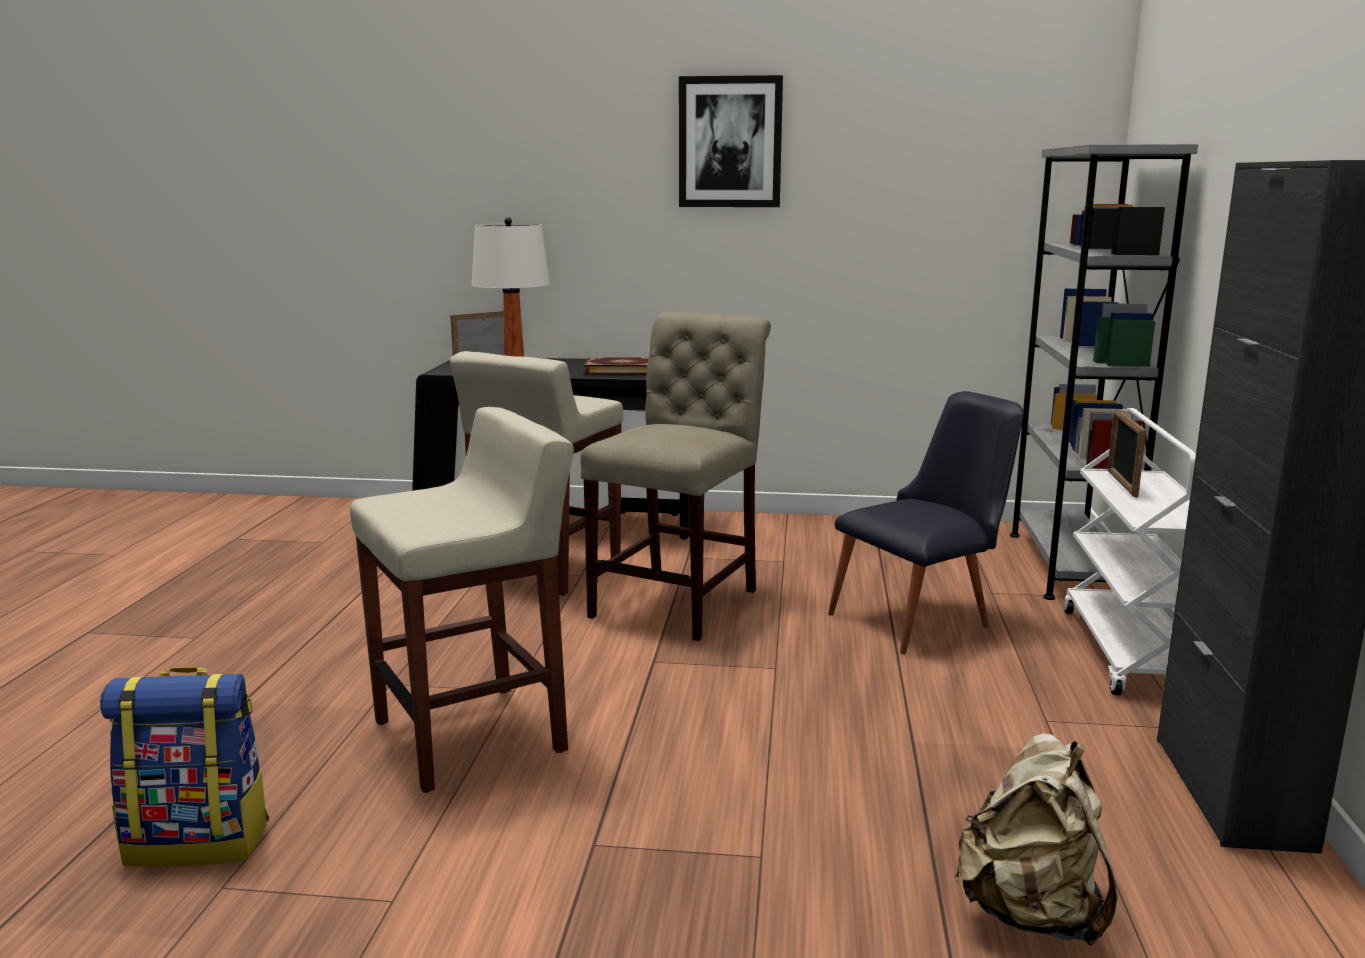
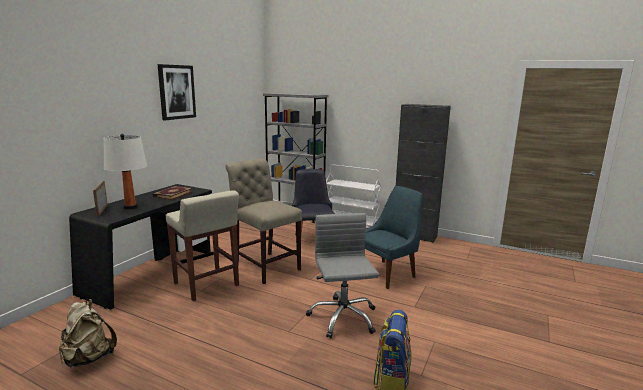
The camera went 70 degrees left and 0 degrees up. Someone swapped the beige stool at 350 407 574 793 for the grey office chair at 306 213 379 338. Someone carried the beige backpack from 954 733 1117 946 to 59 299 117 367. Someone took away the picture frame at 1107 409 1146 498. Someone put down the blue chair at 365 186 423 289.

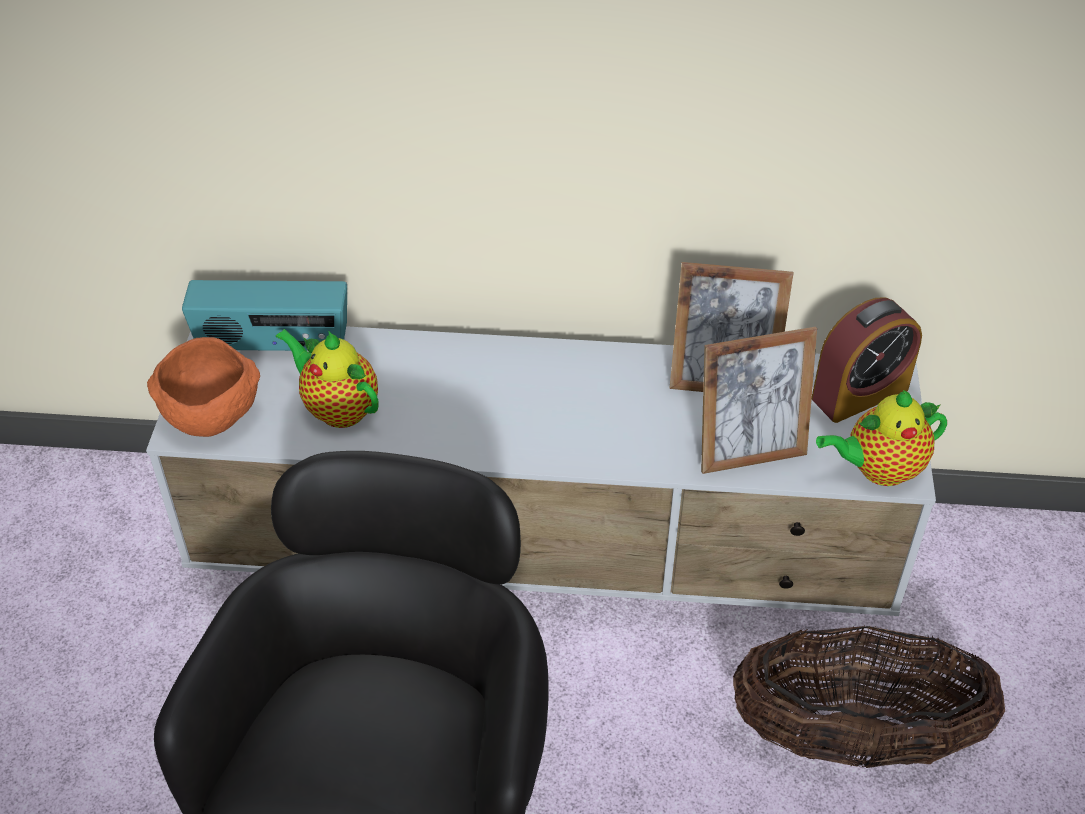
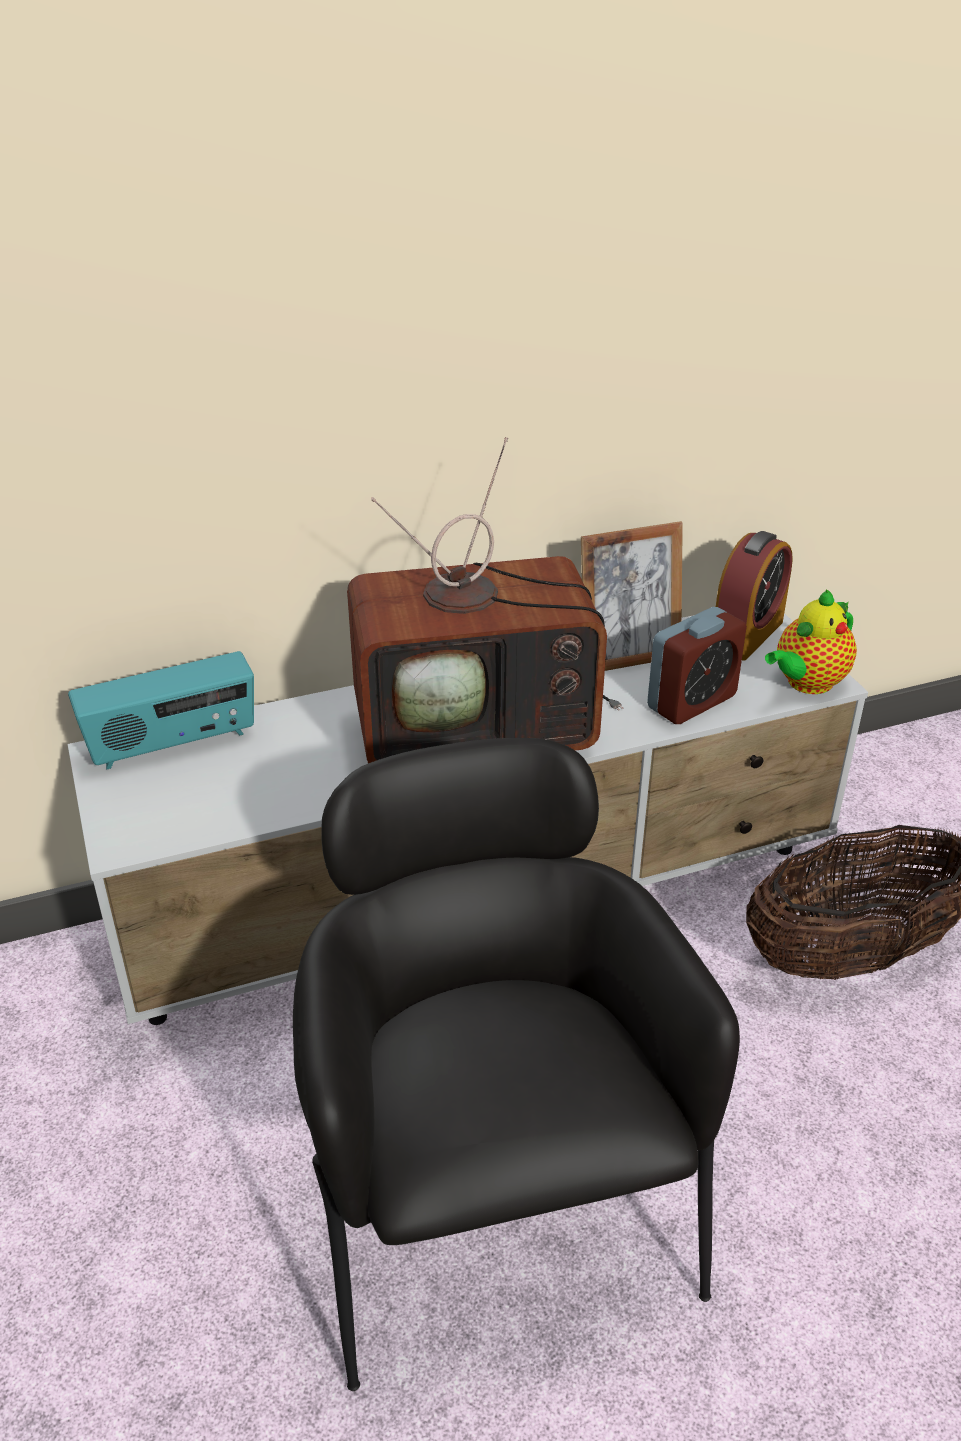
The camera went 25 degrees left and 10 degrees down. Someone took away the orange bowl at 147 337 260 437. Someone took away the teapot at 276 329 378 428. Someone swapped the picture frame at 701 326 817 474 for the alarm clock at 647 607 747 724. Someone put down the television at 347 437 623 763.

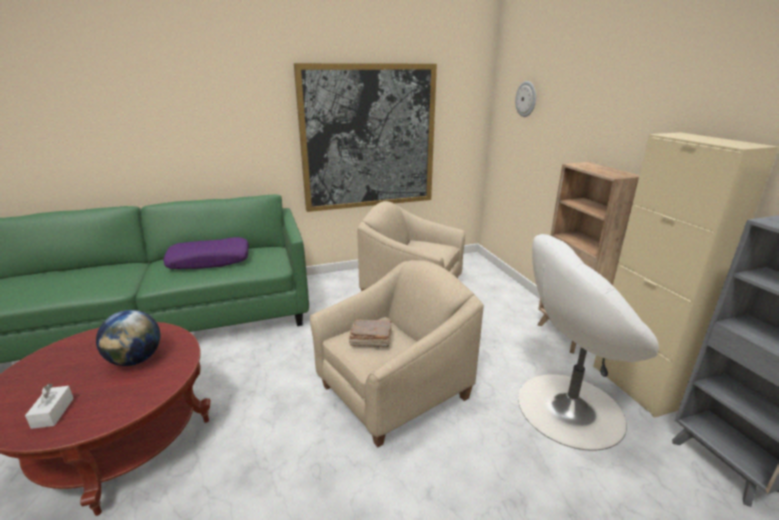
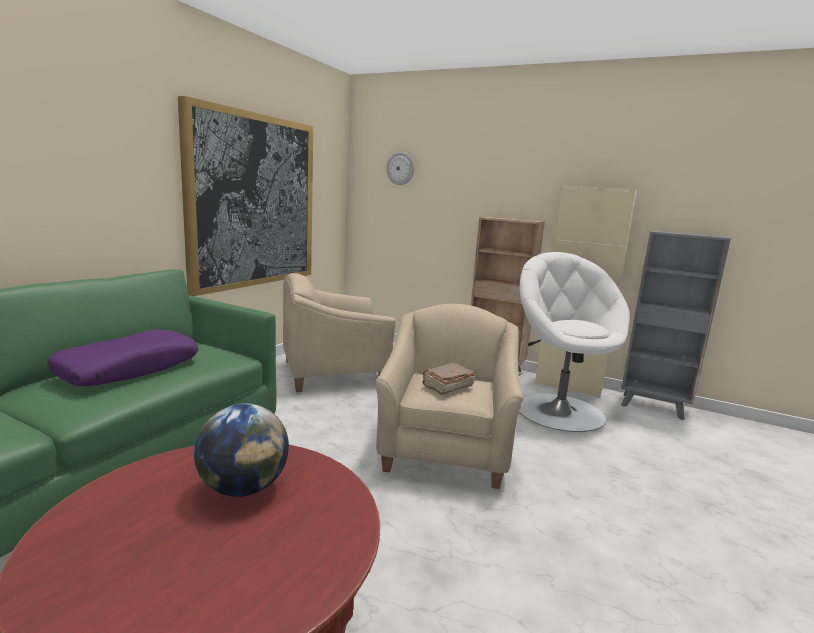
The camera went 45 degrees left and 10 degrees down. Someone took away the white tissue box at 25 384 74 429. Someone rotated the white armchair at 518 234 659 451 by 120 degrees clockwise.

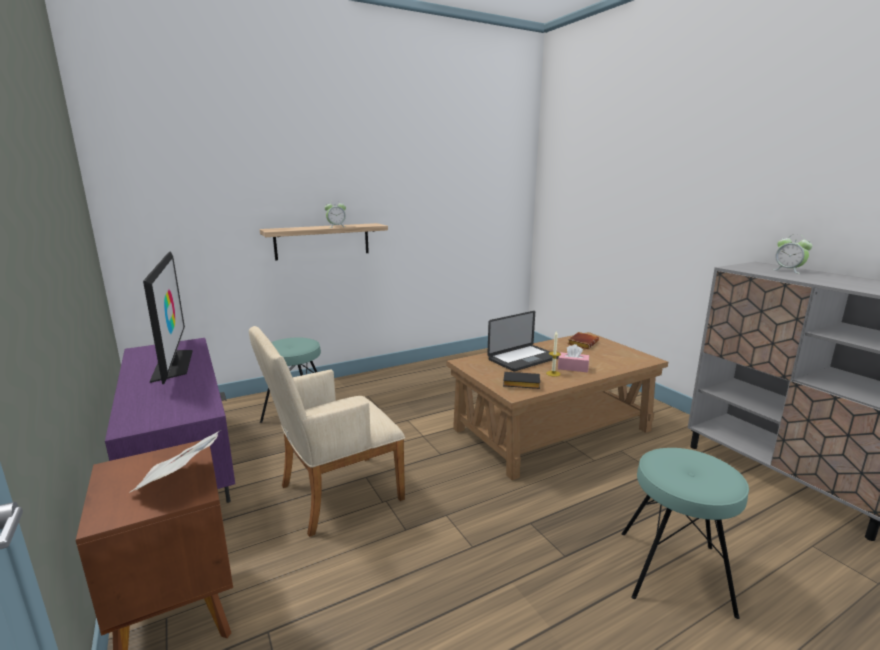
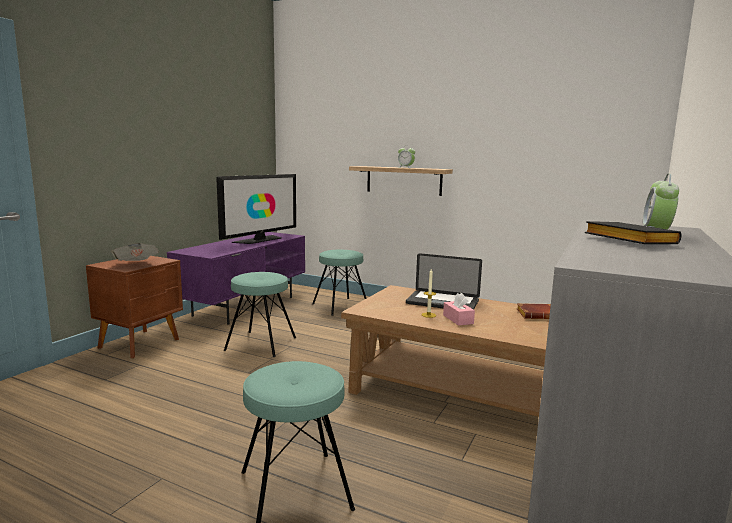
The camera went 55 degrees right and 5 degrees down. Someone swapped the beige armchair at 249 326 405 537 for the turquoise stool at 223 272 296 357. Someone carried the black book from 503 372 540 389 to 585 221 682 244.

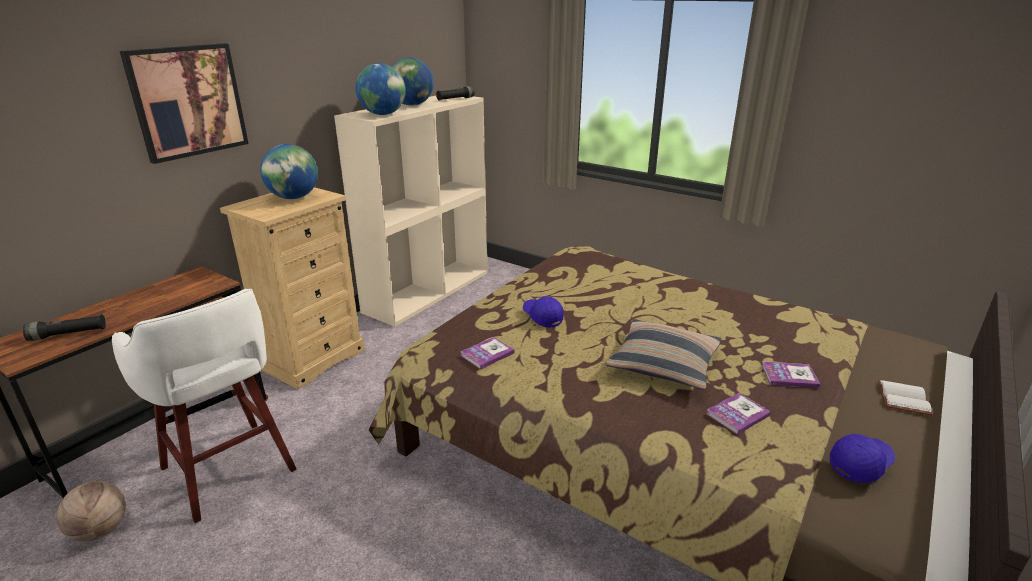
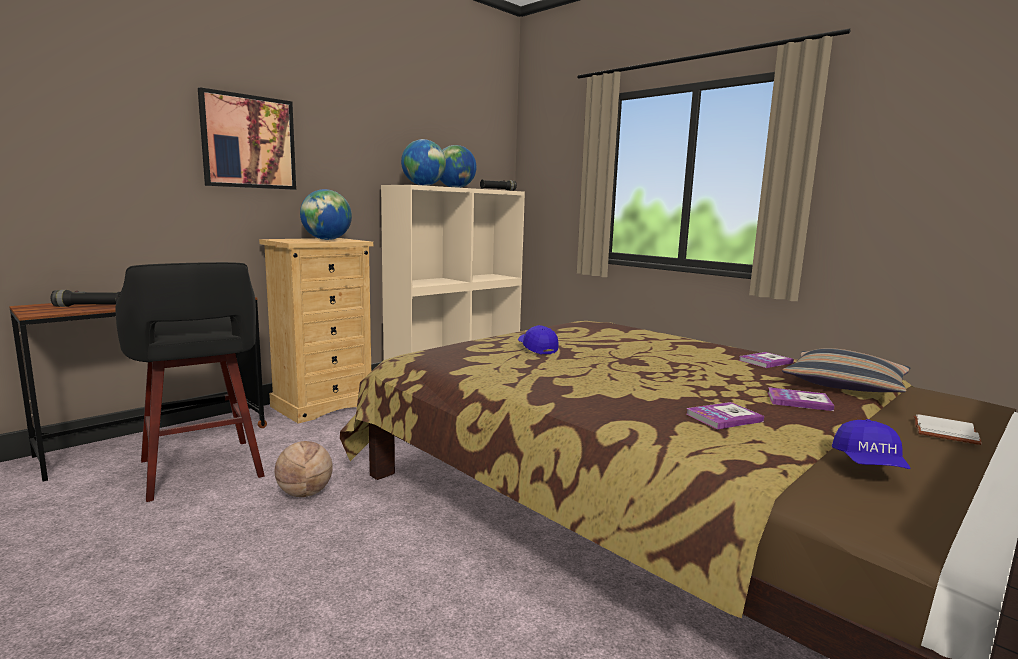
The camera went 10 degrees right and 15 degrees down. Someone carried the basketball from 56 481 126 542 to 275 441 333 497. Someone repainted the white stool at 112 289 297 523, which became the black stool at 115 262 265 502. Someone carried the book from 461 337 514 370 to 739 352 794 368. Someone carried the pillow from 606 319 722 389 to 782 348 910 392. Someone rotated the blue cap at 830 434 895 483 by 120 degrees clockwise.

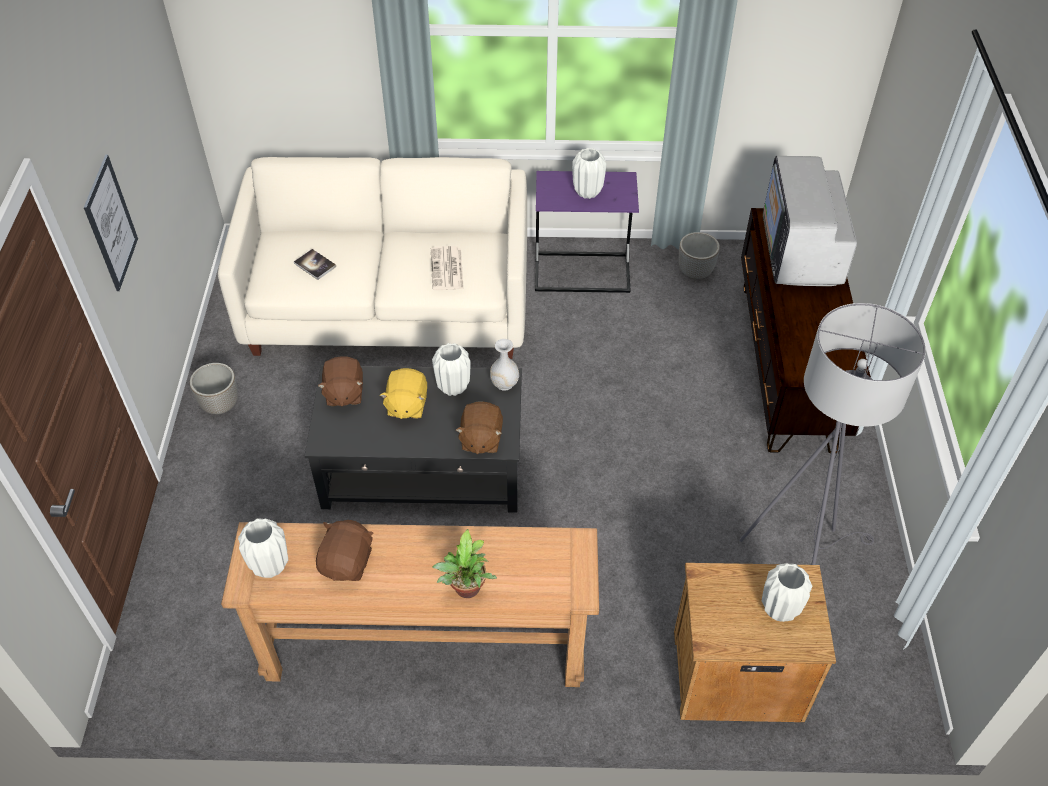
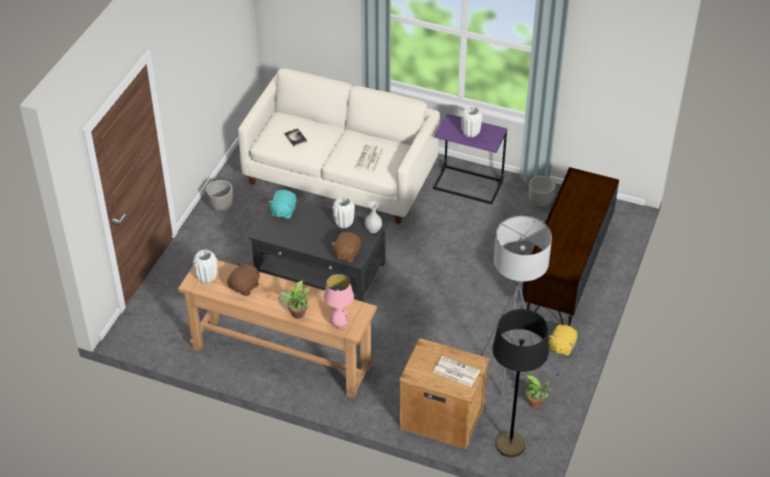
The camera went 20 degrees right and 5 degrees down. Someone took away the picture at 84 155 138 291. Someone repainted the brown plush toy at 318 356 363 406, which became the turquoise plush toy at 268 190 296 219. Someone carried the yellow plush toy from 380 368 427 419 to 548 325 577 356. Someone swapped the white vase at 762 563 812 622 for the newspaper at 433 356 480 387. Someone took away the television at 763 156 857 286. Someone put down the pink table lamp at 324 274 354 328. Someone put down the black floor lamp at 493 309 549 457. Someone put down the potted plant at 525 375 552 408.

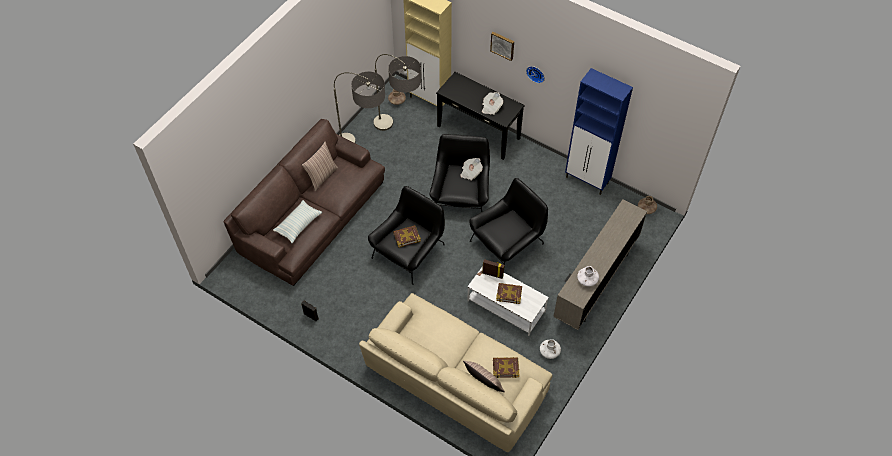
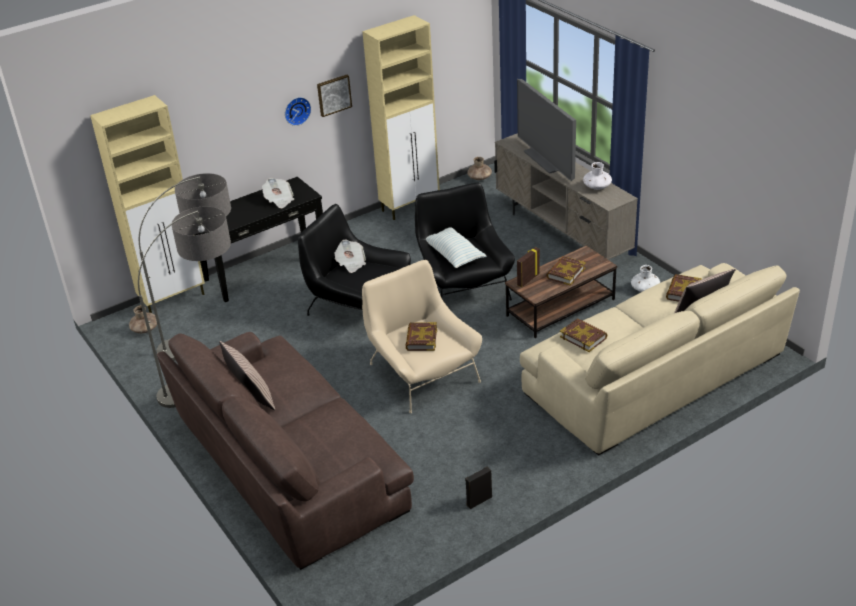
The camera went 65 degrees left and 20 degrees down. Someone carried the pillow from 273 200 322 243 to 426 227 486 268. Someone repainted the black armchair at 368 186 445 285, which became the beige armchair at 362 260 482 413. Someone repainted the white coffee table at 467 266 549 336, which became the brown coffee table at 505 246 617 338. Someone carried the picture from 490 32 514 61 to 317 75 352 117. Someone repainted the blue cabinet at 565 68 633 195, which became the beige cabinet at 362 15 440 220. Someone put down the television at 517 79 576 181. Someone put down the book at 560 318 607 352.

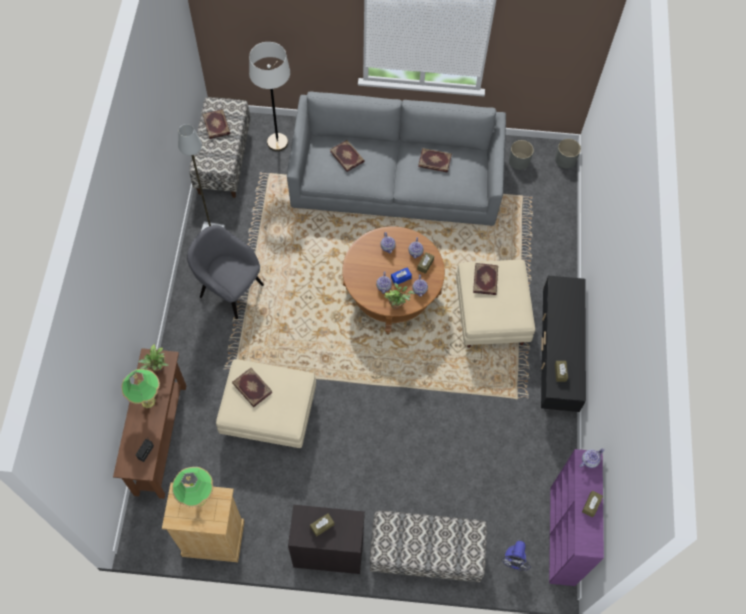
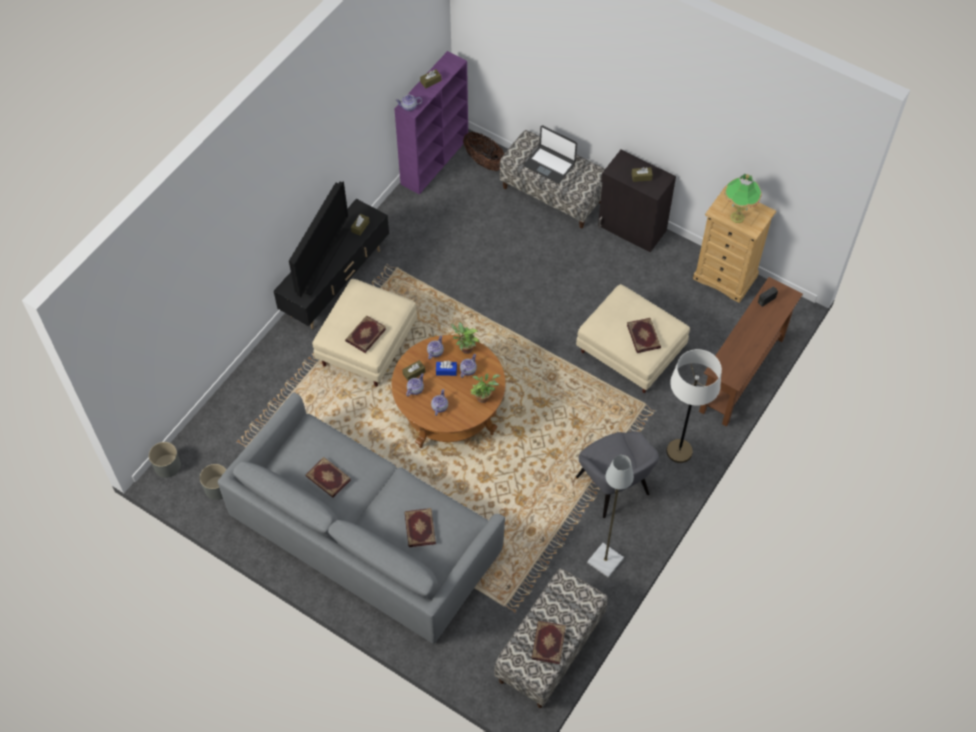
The camera went 150 degrees left and 5 degrees down. Someone took away the table lamp at 121 369 160 408. Someone carried the potted plant from 138 343 169 373 to 471 373 500 403. Someone carried the white floor lamp from 249 42 290 151 to 666 349 722 463. Someone swapped the fan at 502 541 531 571 for the basket at 463 132 504 171. Someone put down the television at 289 181 349 298. Someone put down the laptop at 524 125 577 184.

